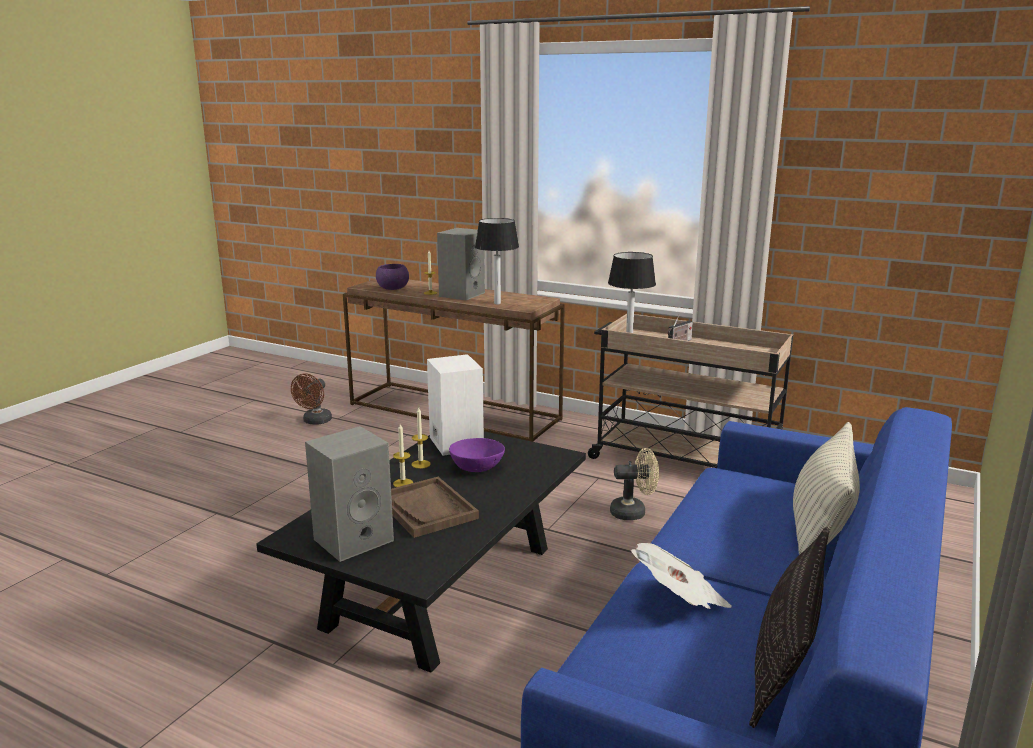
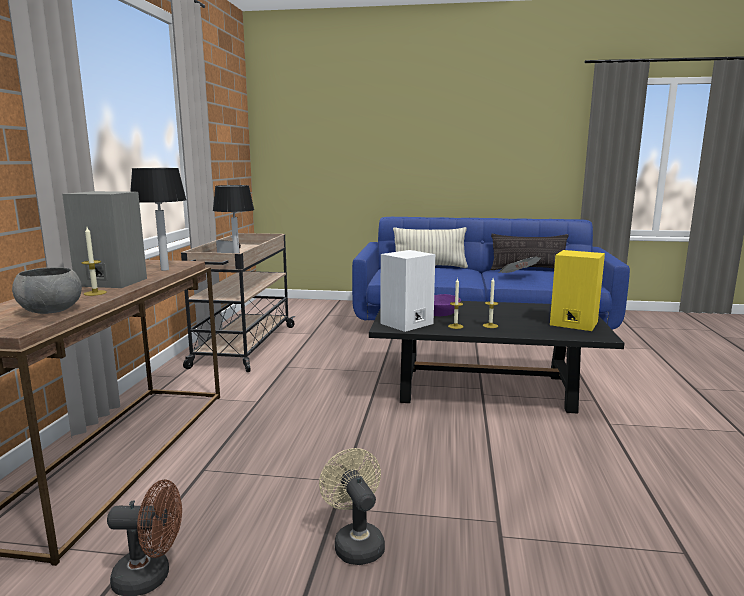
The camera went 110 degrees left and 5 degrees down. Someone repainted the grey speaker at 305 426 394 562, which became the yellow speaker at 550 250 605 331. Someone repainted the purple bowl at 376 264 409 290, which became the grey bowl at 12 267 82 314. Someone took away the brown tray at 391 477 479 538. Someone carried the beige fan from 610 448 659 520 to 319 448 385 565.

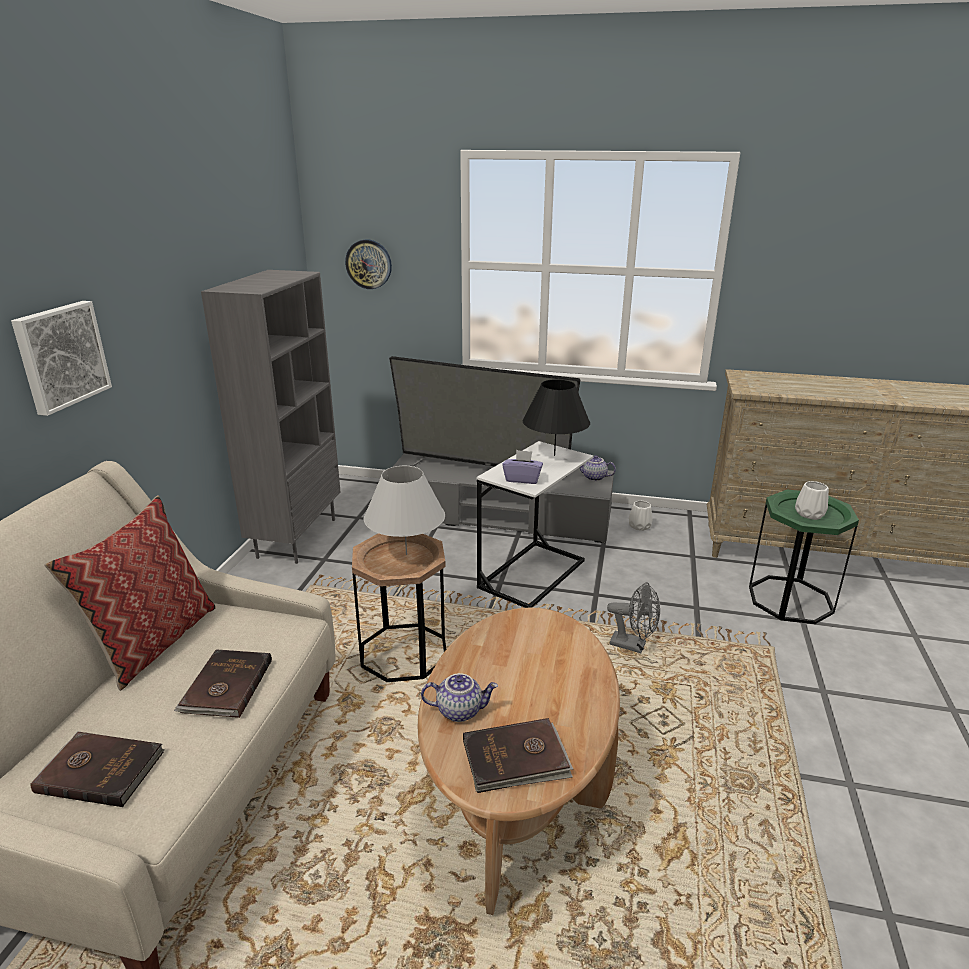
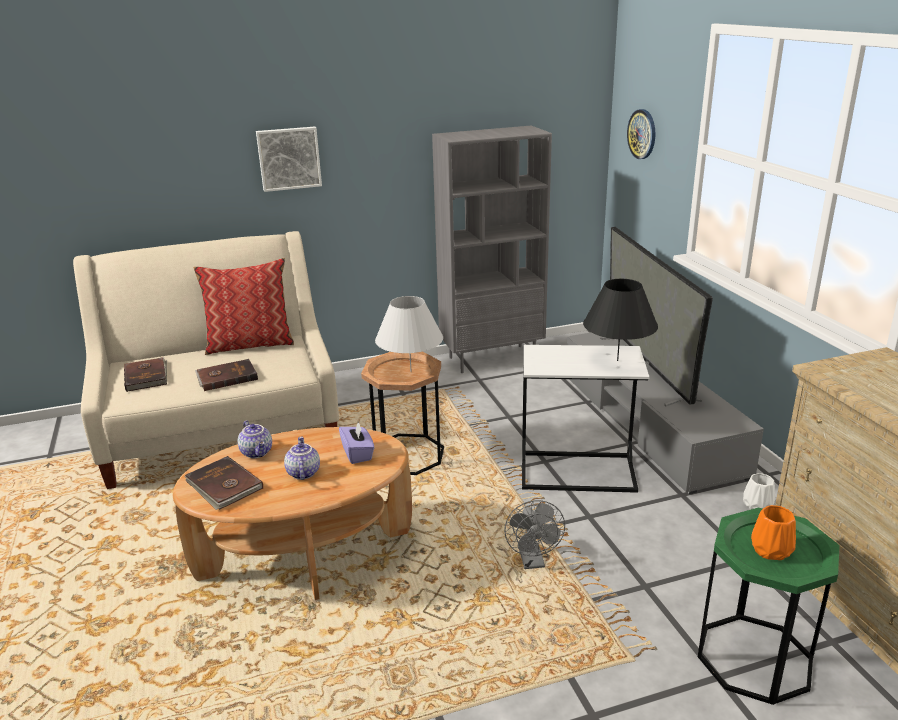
The camera went 60 degrees right and 0 degrees up. Someone carried the purple tissue box from 502 450 543 484 to 339 422 375 464. Someone carried the teapot from 579 455 616 481 to 284 437 320 480. Someone repainted the white vase at 795 481 829 520, which became the orange vase at 751 505 796 560.

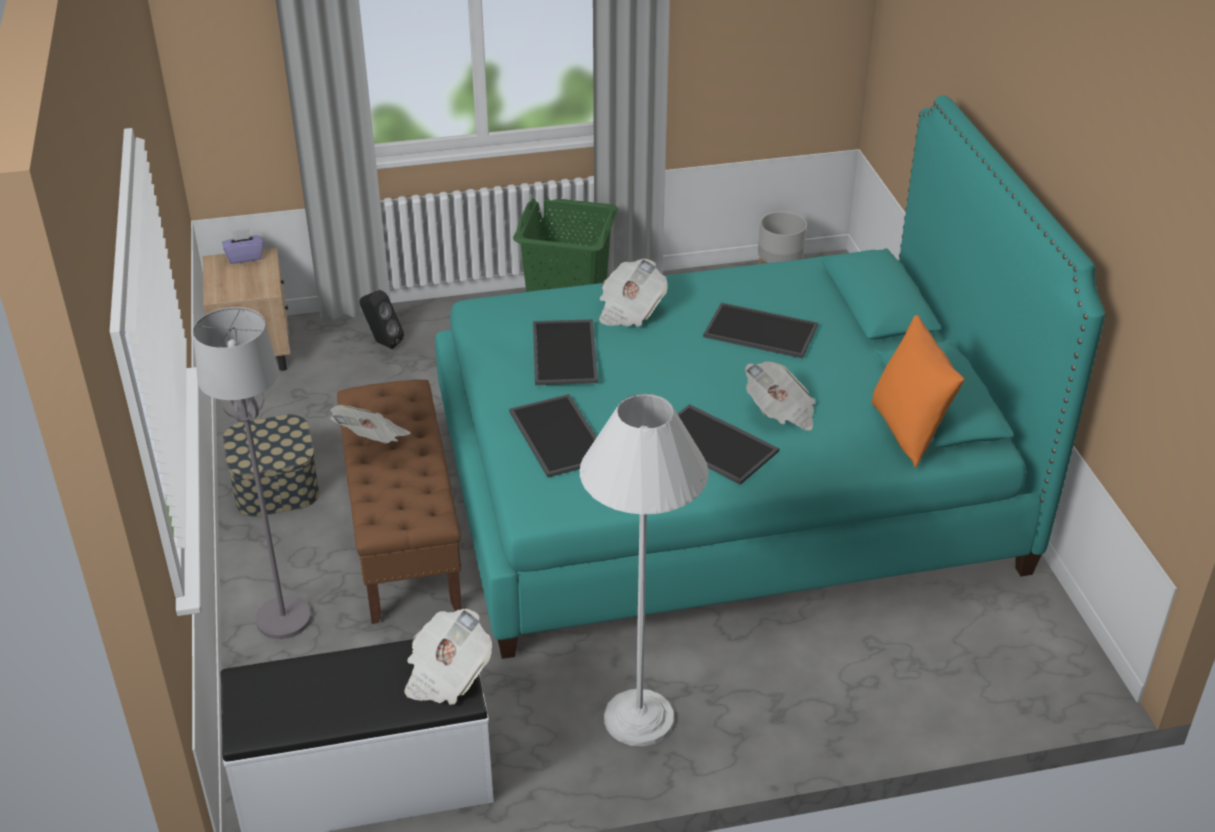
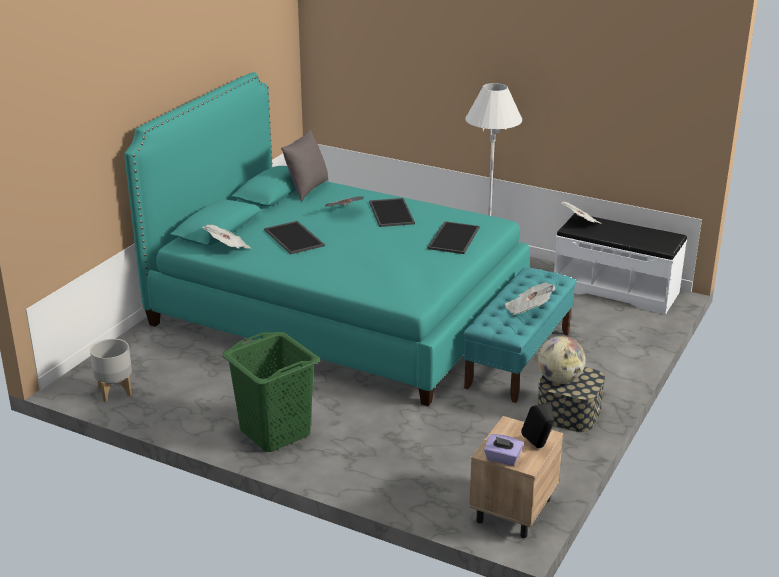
The camera went 140 degrees left and 10 degrees down. Someone took away the grey floor lamp at 193 307 311 639. Someone repainted the brown bench at 337 380 462 624, which became the turquoise bench at 463 268 576 403. Someone carried the black speaker from 359 290 404 349 to 521 402 554 448. Someone took away the tray at 533 319 598 385. Someone carried the newspaper from 599 259 668 327 to 202 225 251 249. Someone repainted the orange pillow at 872 315 964 468, which became the grey pillow at 281 130 329 201. Someone put down the globe at 537 336 586 384.

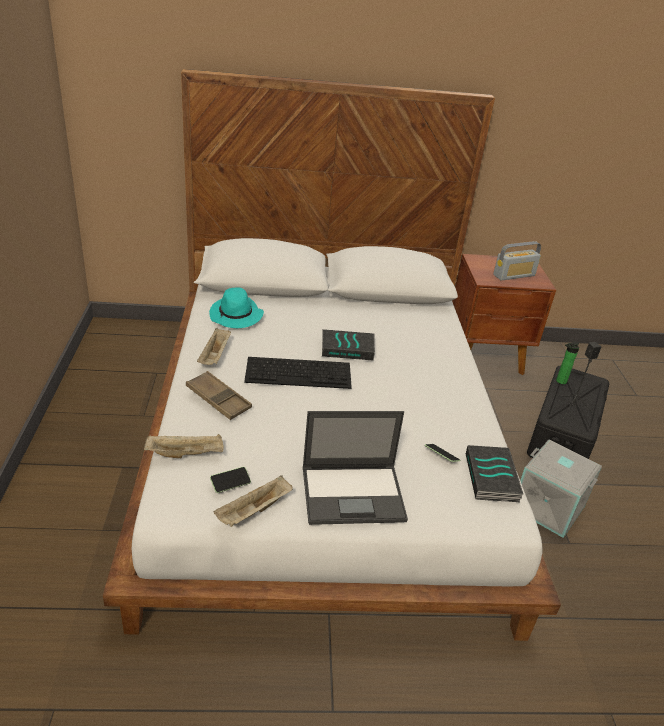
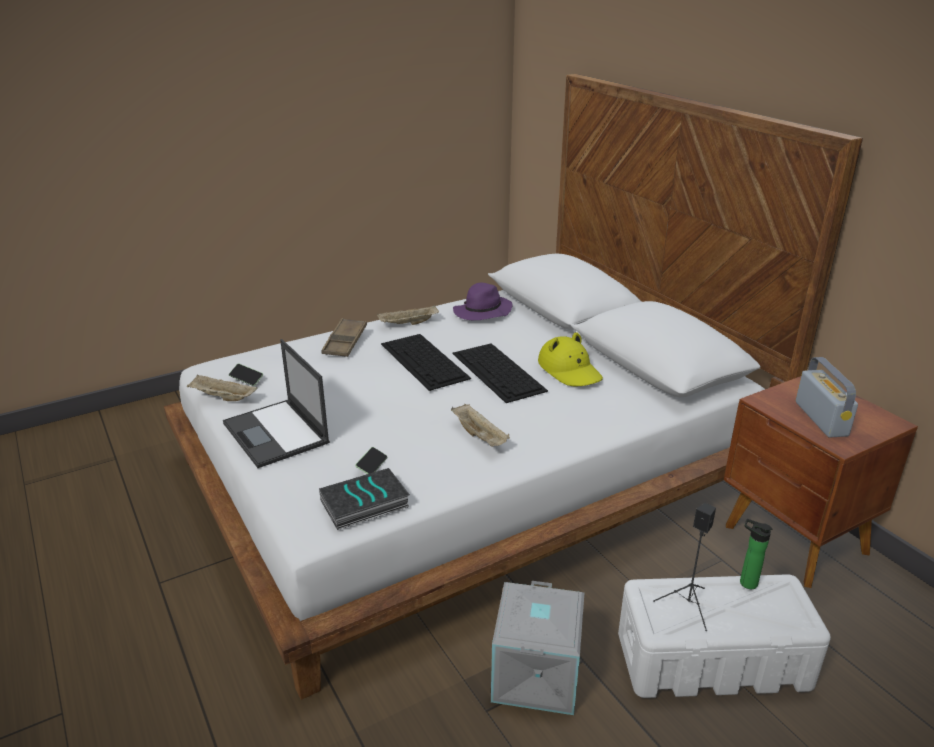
The camera went 65 degrees right and 5 degrees down. Someone carried the beige tray from 144 434 224 458 to 451 404 510 447. Someone repainted the turquoise hat at 209 288 264 328, which became the purple hat at 453 283 513 320. Someone swapped the book at 322 329 375 360 for the keyboard at 452 343 548 403. Someone rotated the radio at 493 241 541 281 by 135 degrees counterclockwise. Someone repainted the black storage box at 527 365 609 459, which became the white storage box at 618 574 831 698. Someone put down the yellow hat at 538 332 603 386.

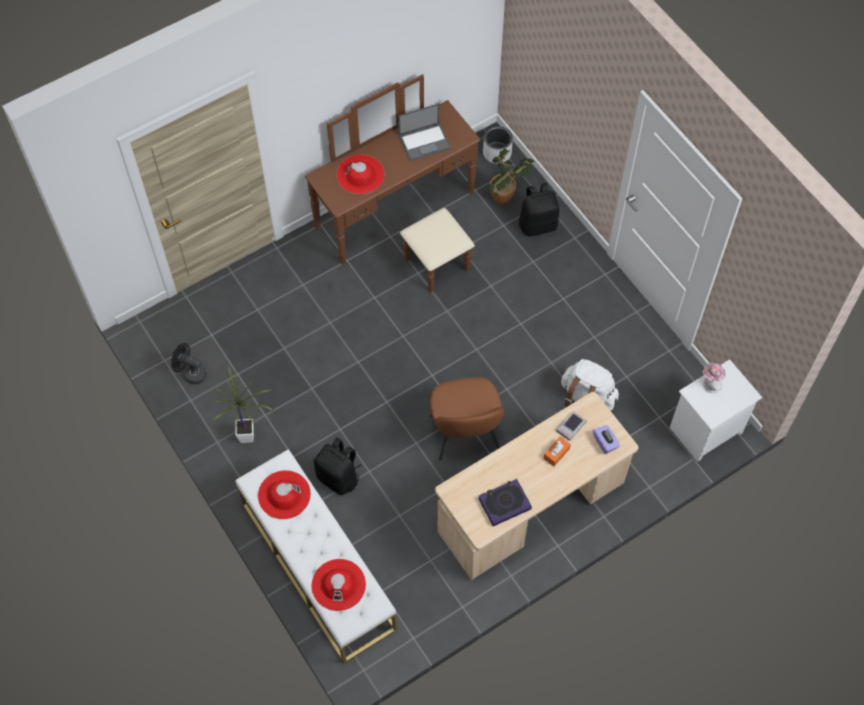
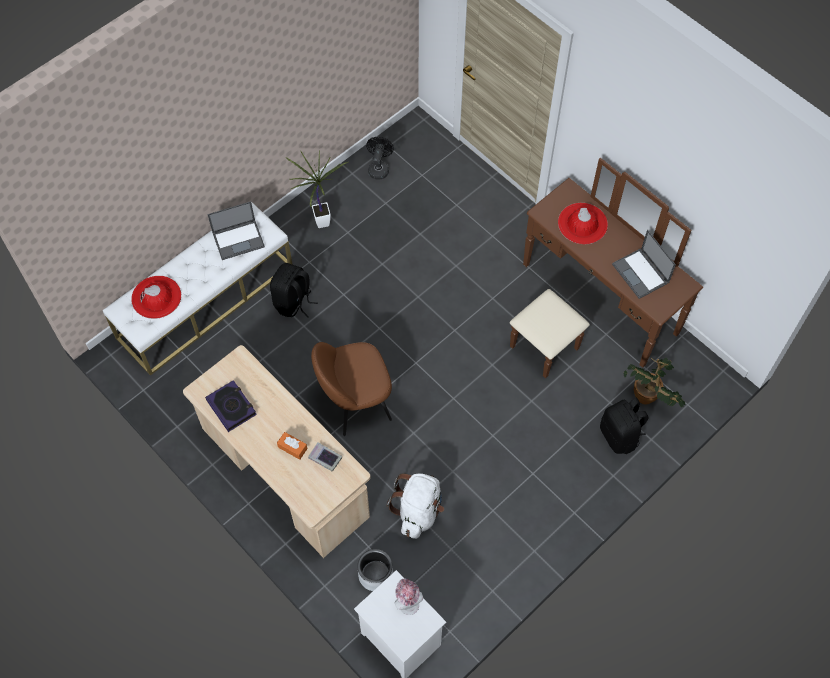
The camera went 80 degrees right and 0 degrees up. Someone swapped the red hat at 258 470 311 519 for the laptop at 207 201 265 260. Someone carried the grey planter from 483 126 513 164 to 357 549 393 591. Someone took away the purple tissue box at 593 425 620 454.

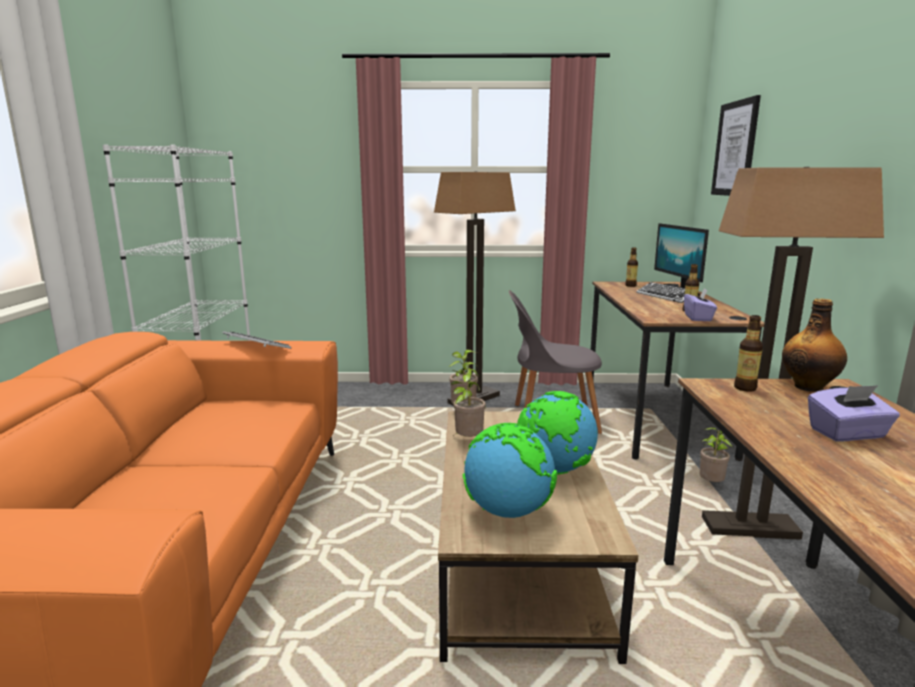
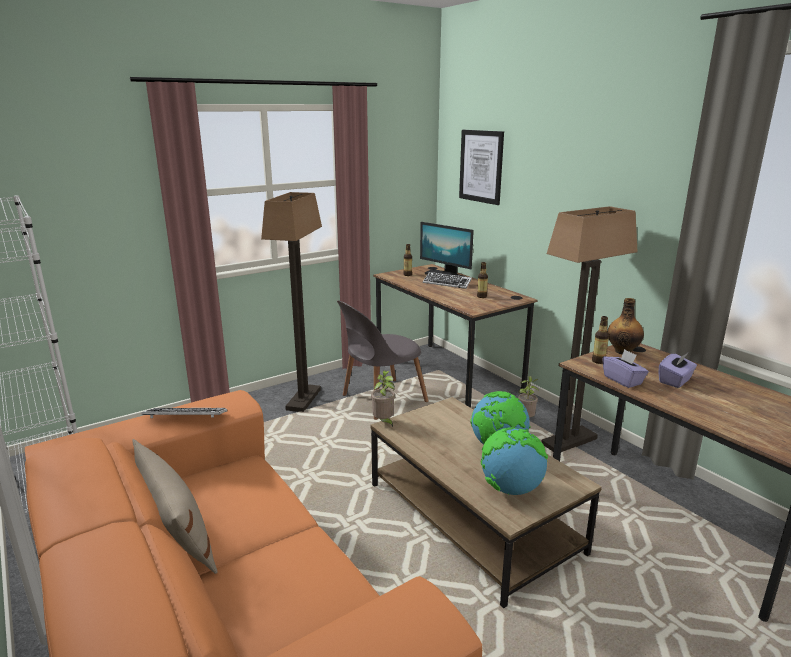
The camera went 35 degrees left and 5 degrees up. Someone took away the potted plant at 451 368 486 437. Someone carried the purple tissue box from 684 288 717 321 to 602 349 649 388. Someone put down the beige pillow at 132 439 217 574.

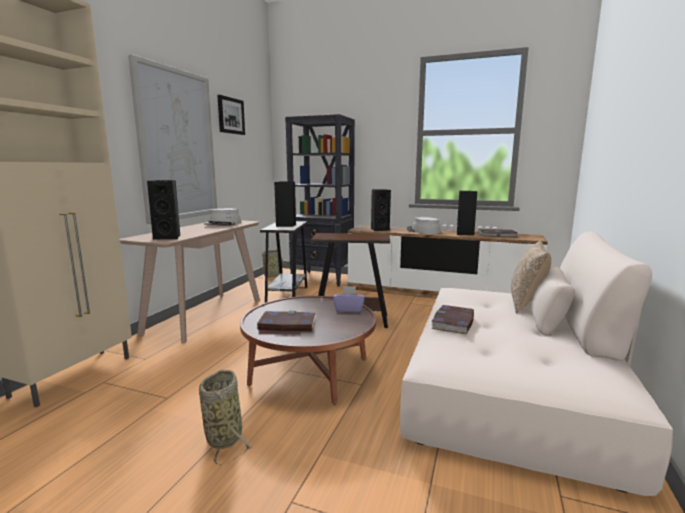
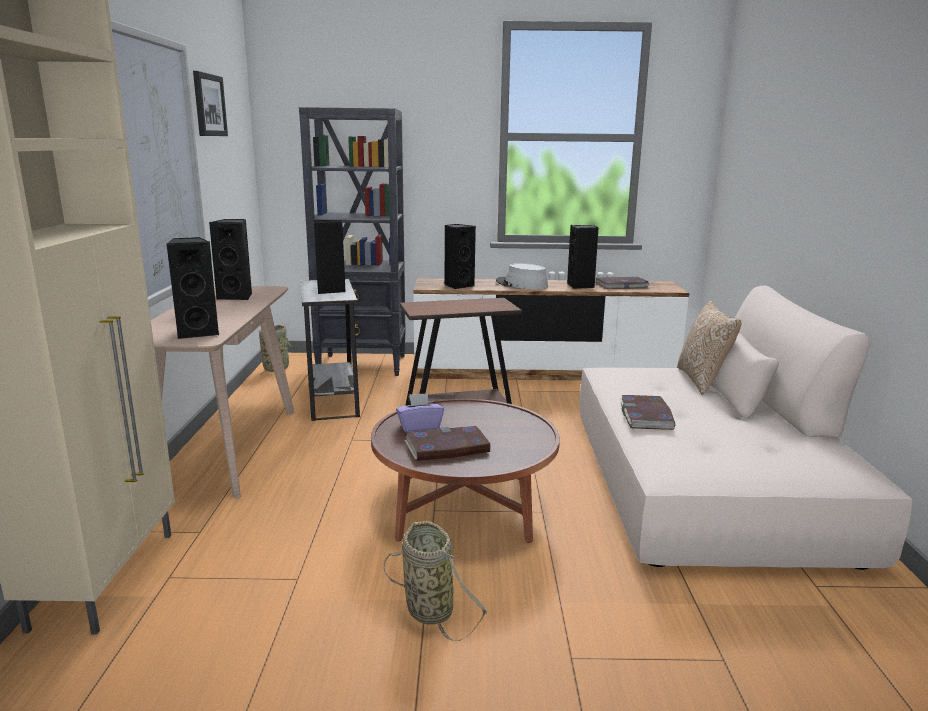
The camera went 20 degrees left and 5 degrees up. Someone swapped the grey hat at 204 208 242 226 for the black speaker at 209 219 252 300. Someone carried the purple tissue box from 333 286 365 312 to 396 393 444 432.

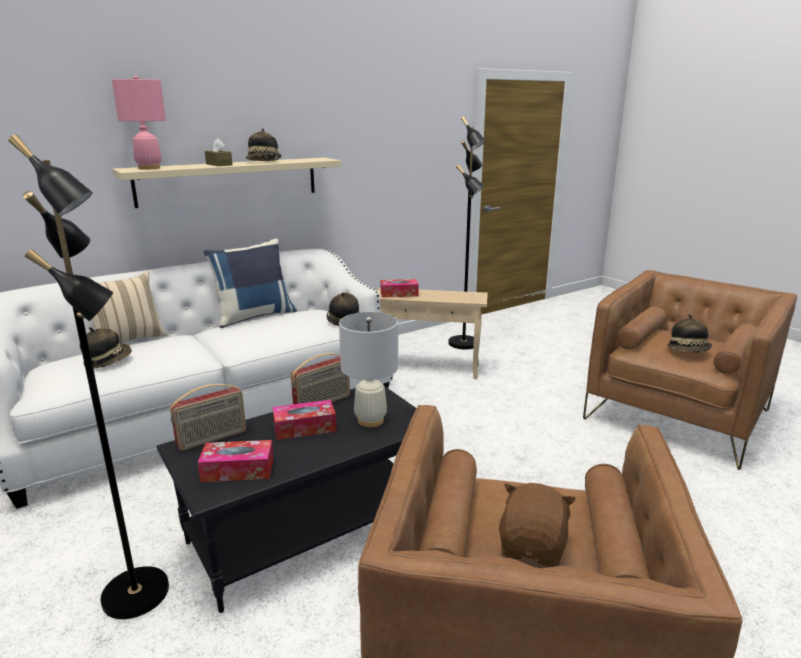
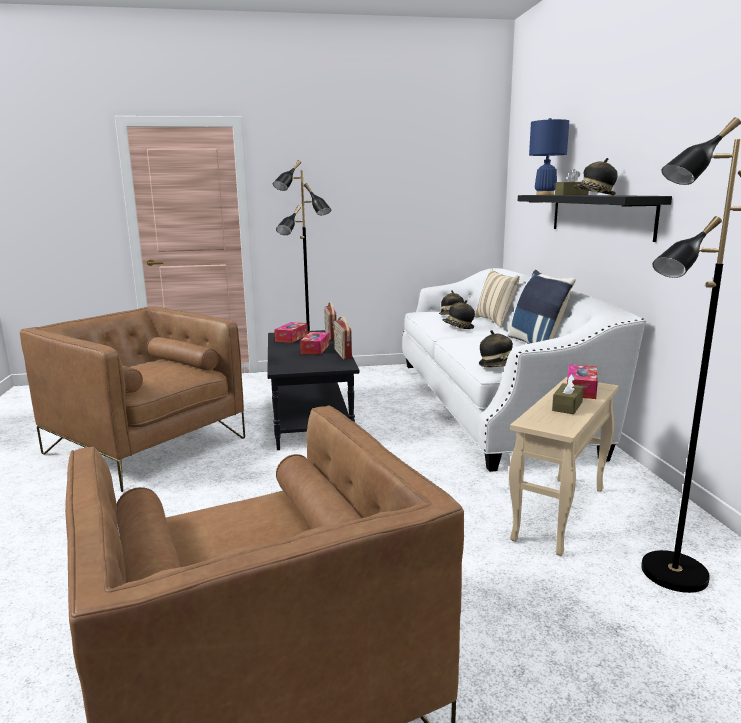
The camera went 115 degrees right and 5 degrees down. Someone repainted the pink table lamp at 112 76 166 169, which became the blue table lamp at 529 118 569 195. Someone repainted the beige shelf at 112 157 341 208, which became the black shelf at 518 195 672 242. Someone took away the white table lamp at 339 312 398 427. Someone took away the brown plush toy at 499 483 576 567. Someone carried the hat from 667 314 712 353 to 443 300 475 329. Someone put down the brown tissue box at 552 374 584 414.

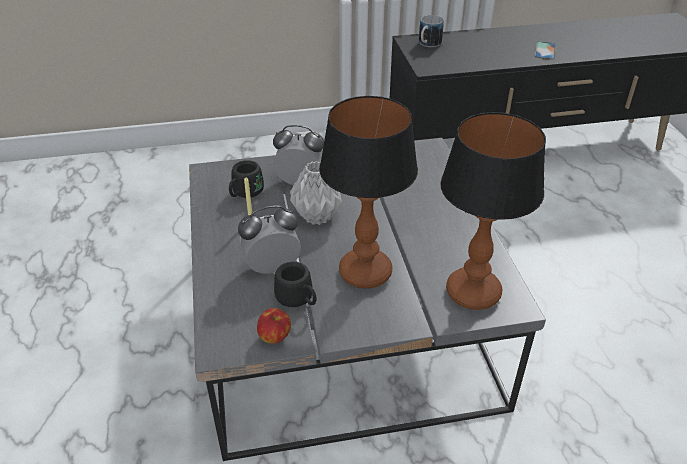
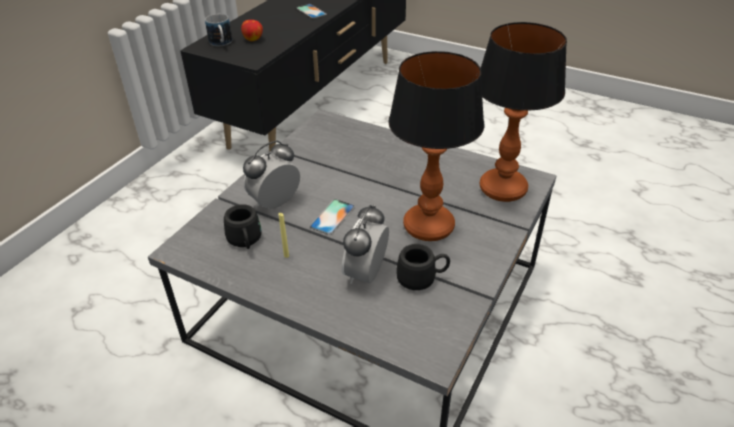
The camera went 50 degrees left and 0 degrees up. Someone carried the apple from 257 308 291 344 to 241 20 263 41. Someone swapped the grey vase at 290 161 344 225 for the phone at 310 199 355 235.

